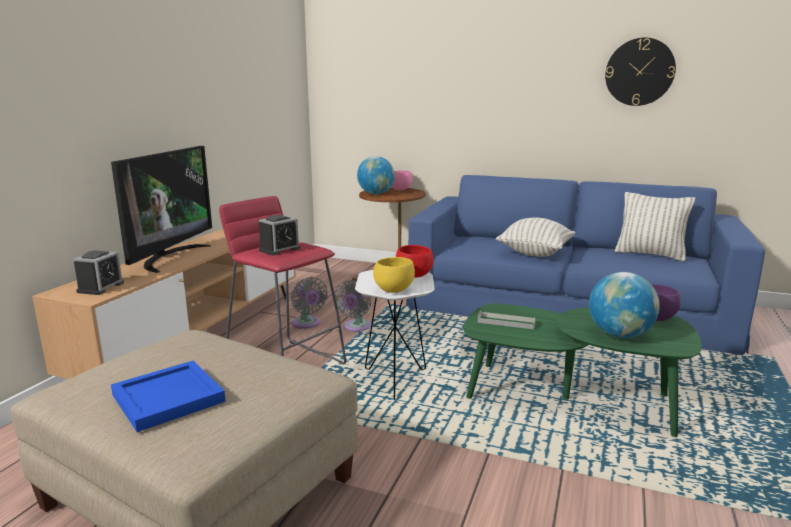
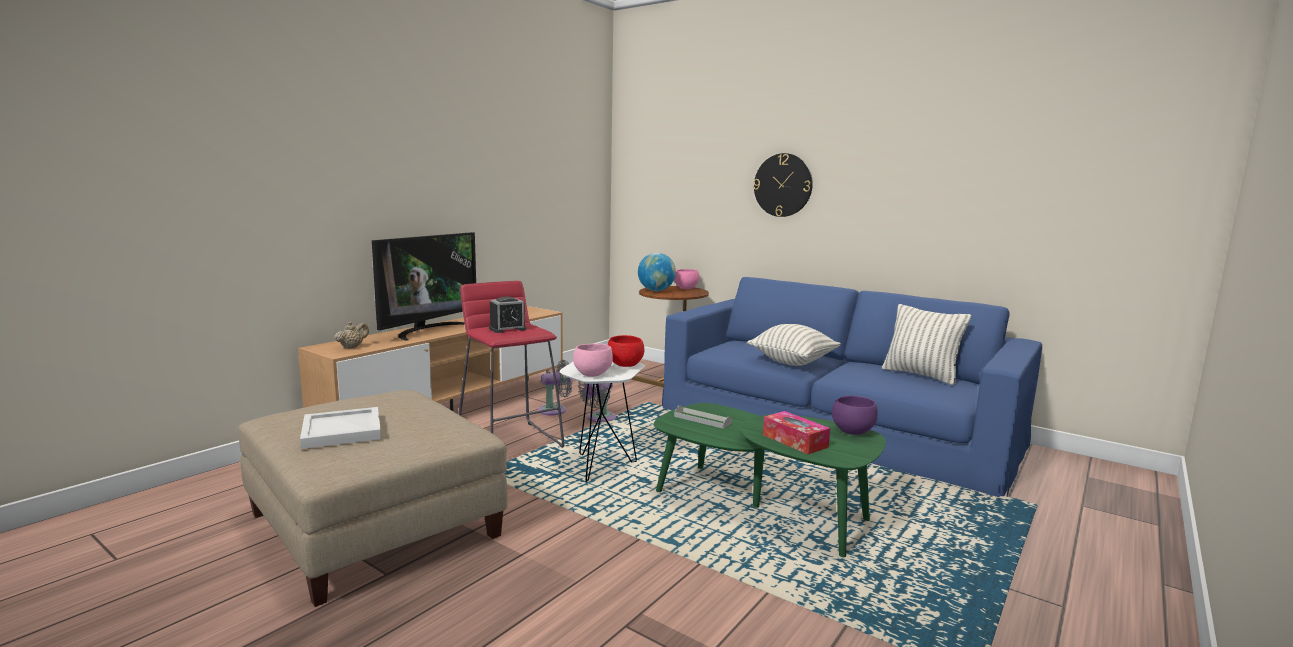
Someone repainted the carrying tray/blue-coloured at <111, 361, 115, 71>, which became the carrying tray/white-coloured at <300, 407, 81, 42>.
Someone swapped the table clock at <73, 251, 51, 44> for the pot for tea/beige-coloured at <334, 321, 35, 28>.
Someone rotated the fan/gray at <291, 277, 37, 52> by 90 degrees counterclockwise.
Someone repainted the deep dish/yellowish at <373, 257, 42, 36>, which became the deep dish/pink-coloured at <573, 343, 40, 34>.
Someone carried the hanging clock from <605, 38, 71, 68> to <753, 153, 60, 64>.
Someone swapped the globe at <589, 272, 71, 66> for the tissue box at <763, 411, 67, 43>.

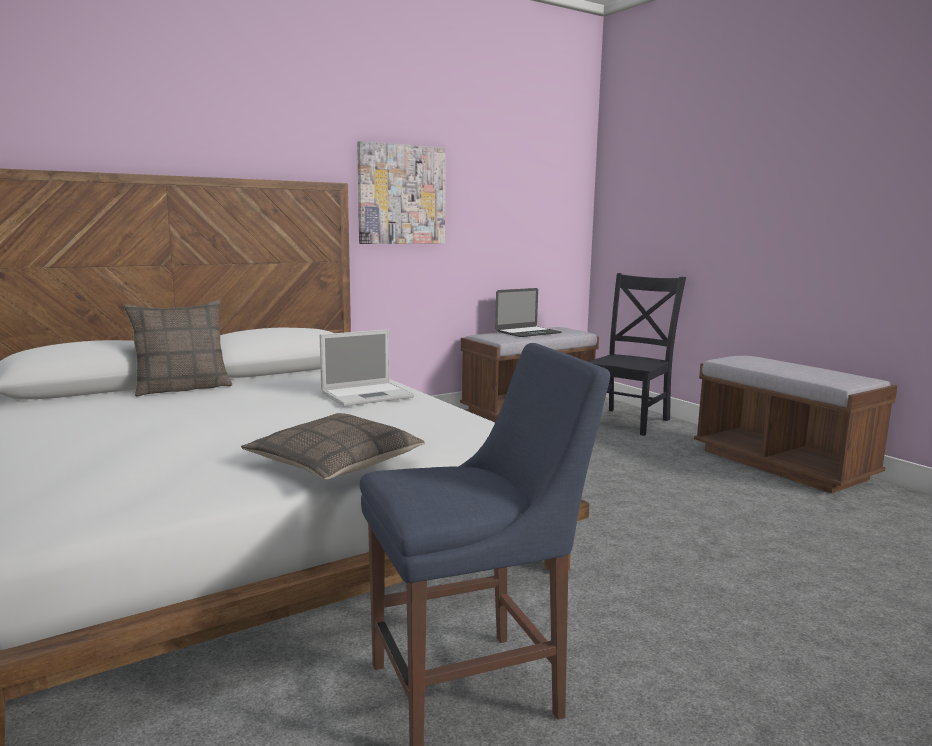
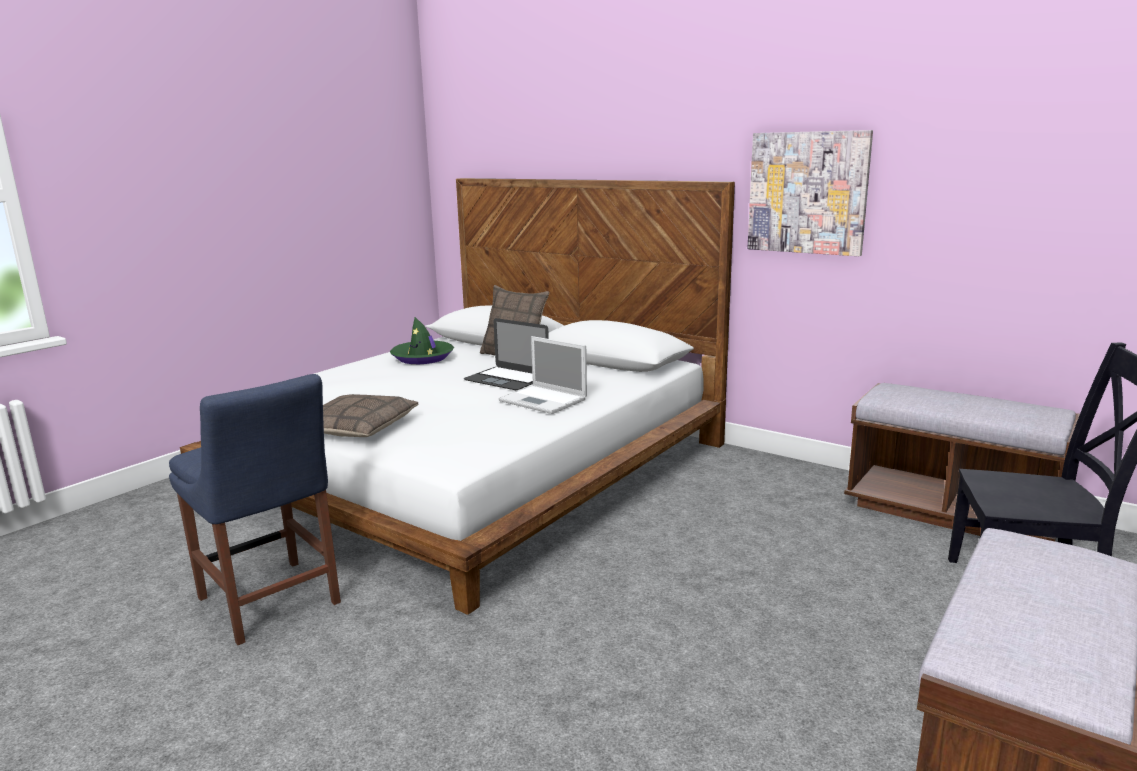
Someone put down the hat/greenish at <390, 317, 64, 47>.
Someone carried the laptop from <495, 288, 66, 49> to <464, 318, 85, 72>.

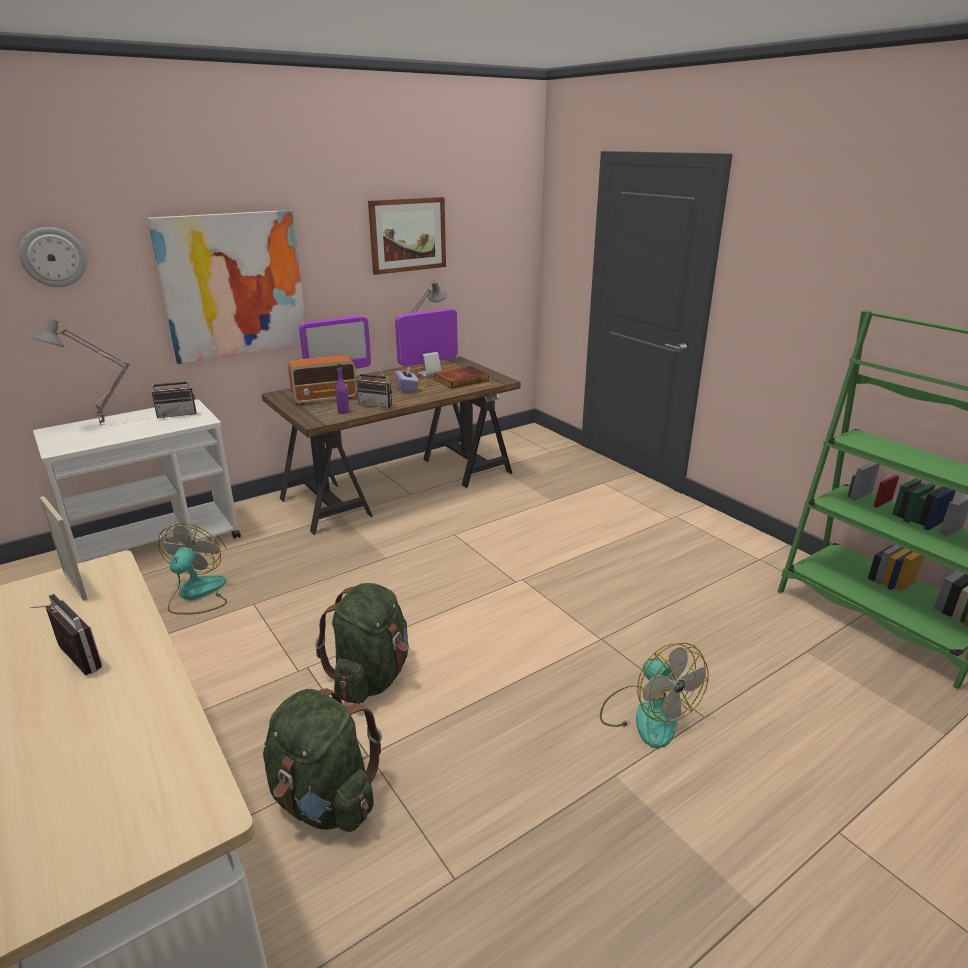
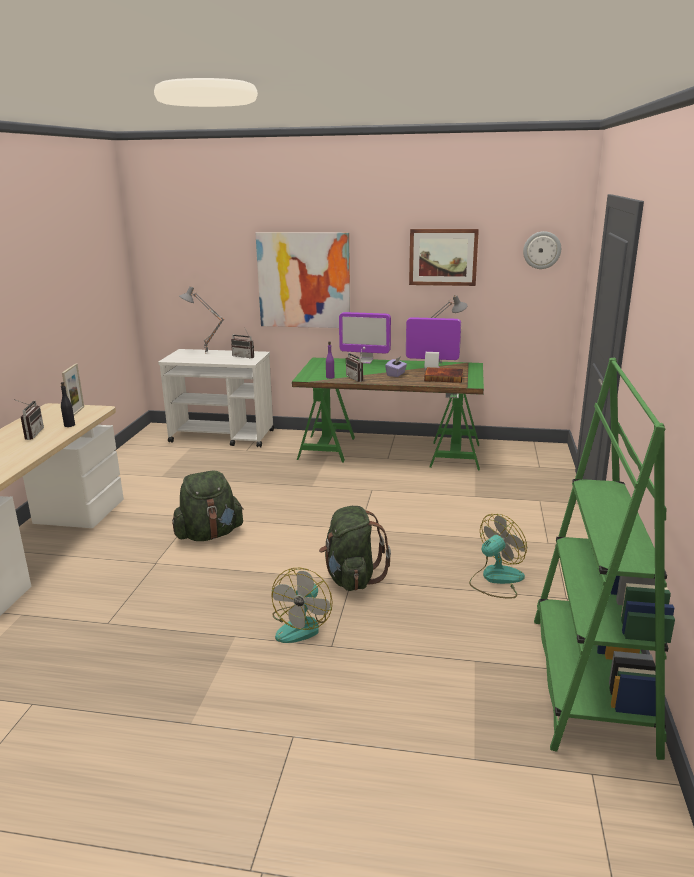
Someone put down the bottle/black-coloured at <61, 382, 14, 45>.
Someone repainted the desk/brown at <262, 356, 259, 179>, which became the desk/greenish at <292, 358, 192, 112>.
Someone carried the knapsack/greenish from <263, 689, 119, 143> to <319, 506, 72, 85>.
Someone carried the fan from <158, 523, 69, 92> to <469, 514, 58, 85>.
Someone carried the hanging clock from <19, 227, 68, 60> to <523, 231, 38, 38>.
Someone took away the radio set at <288, 355, 69, 50>.

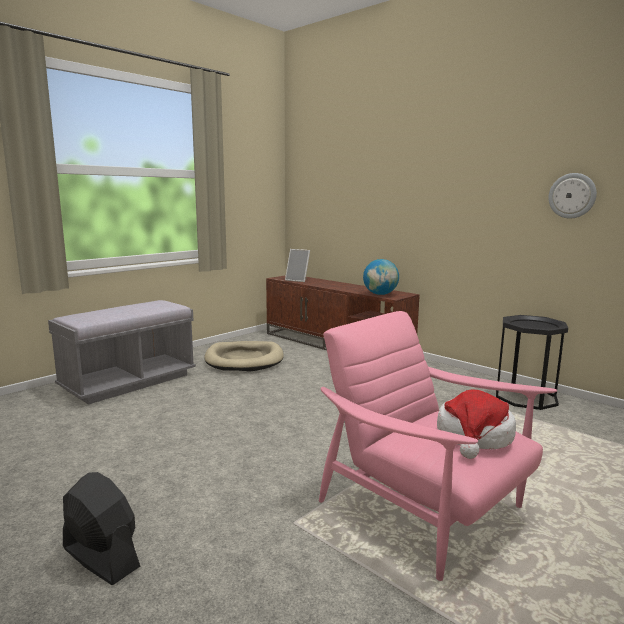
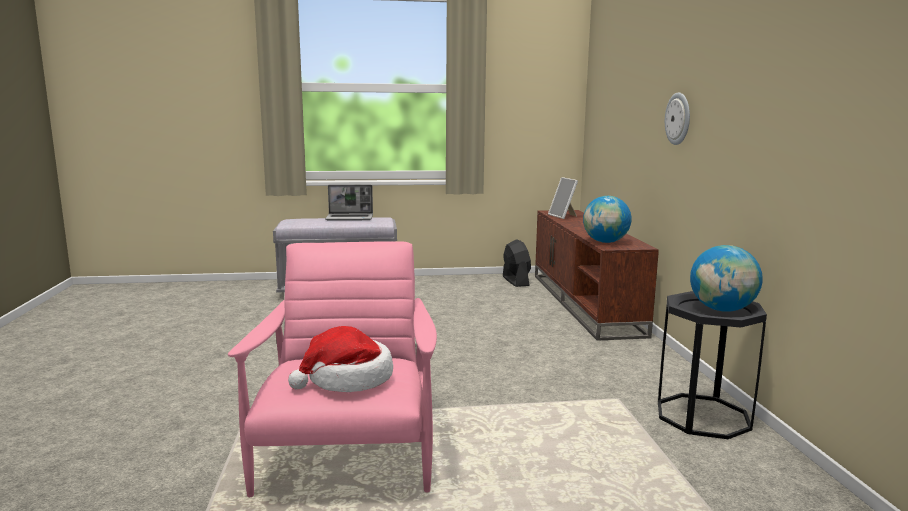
Someone put down the laptop at <325, 185, 48, 36>.
Someone carried the fan/black-coloured from <63, 472, 77, 113> to <503, 239, 28, 48>.
Someone carried the hanging clock from <548, 173, 49, 46> to <665, 92, 25, 53>.
Someone put down the globe at <690, 245, 73, 67>.
Someone took away the pet bed/beige-coloured at <204, 341, 80, 31>.

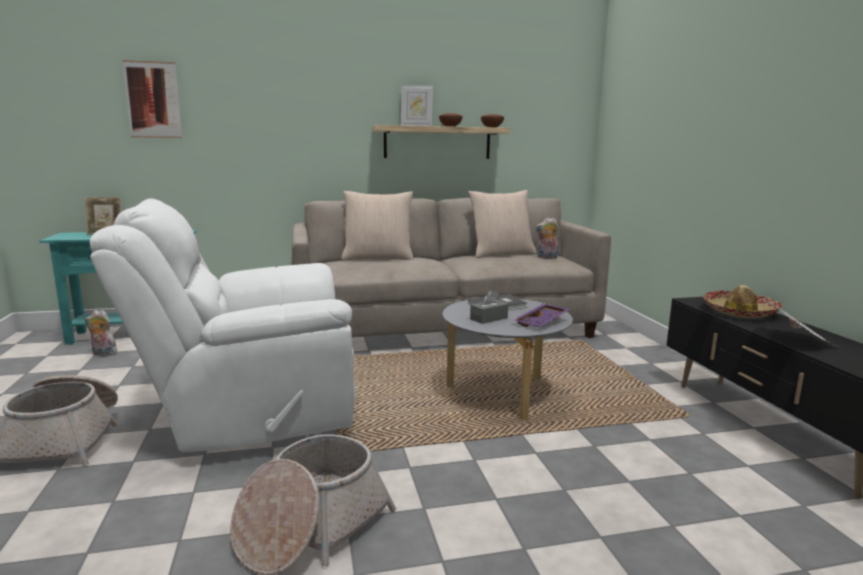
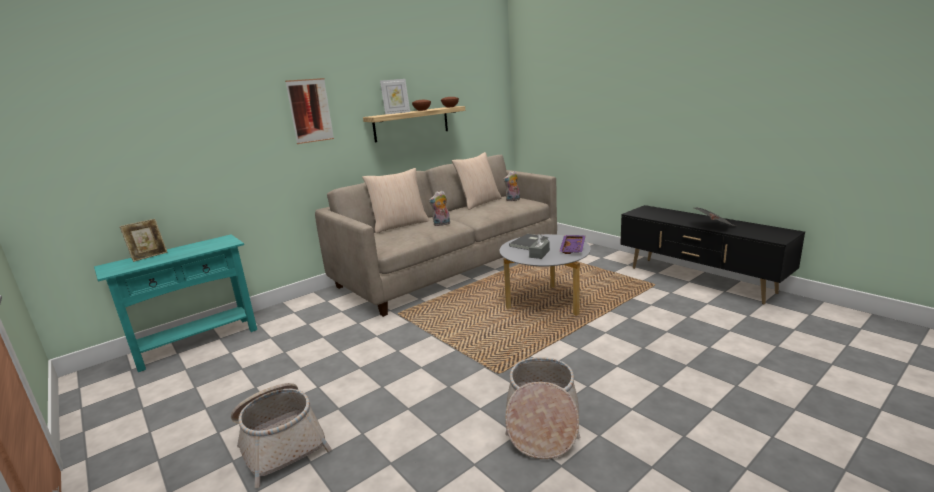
Someone carried the wall art from <122, 60, 60, 78> to <285, 78, 49, 66>.
Someone carried the cuddly toy from <85, 310, 32, 46> to <428, 191, 22, 35>.
Someone took away the lounge chair/white-coloured at <90, 198, 266, 254>.
Someone took away the hat at <703, 285, 80, 33>.

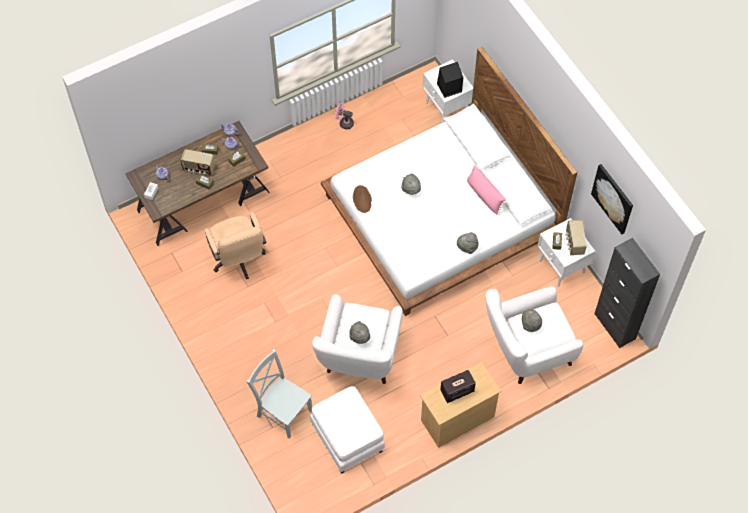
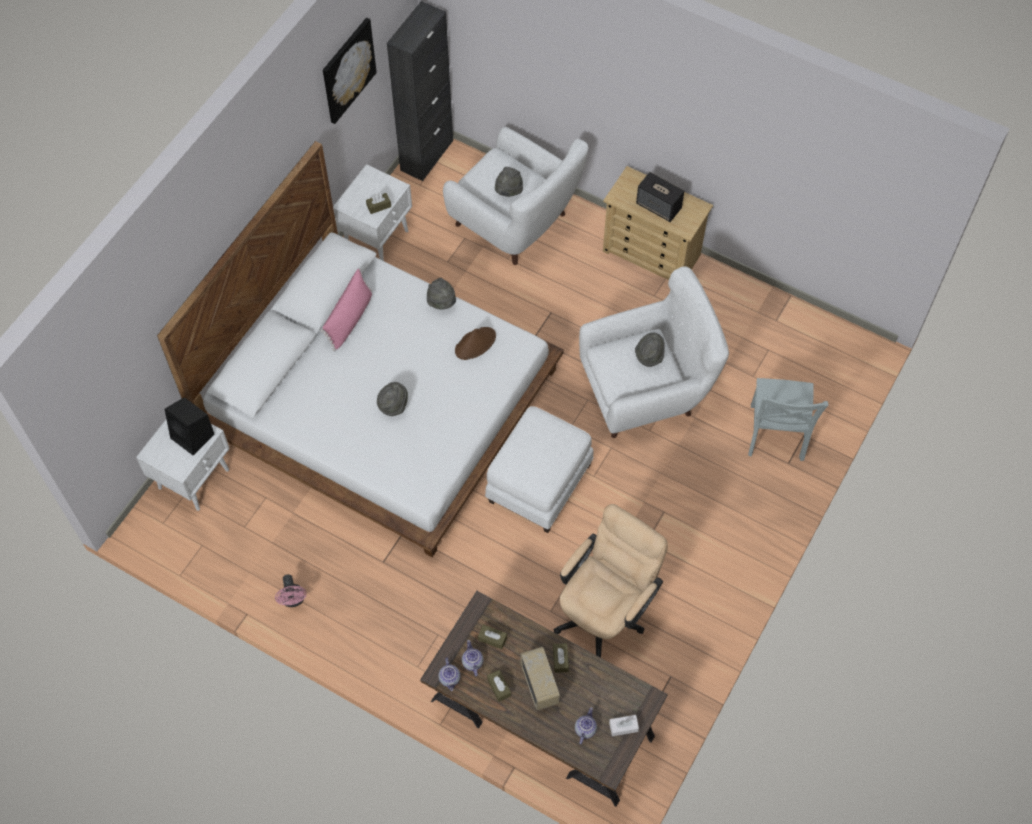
Someone carried the hat/brown from <353, 185, 19, 28> to <455, 327, 41, 33>.
Someone carried the footrest/white-coloured from <310, 386, 75, 88> to <485, 406, 109, 127>.
Someone took away the radio set at <565, 220, 22, 35>.

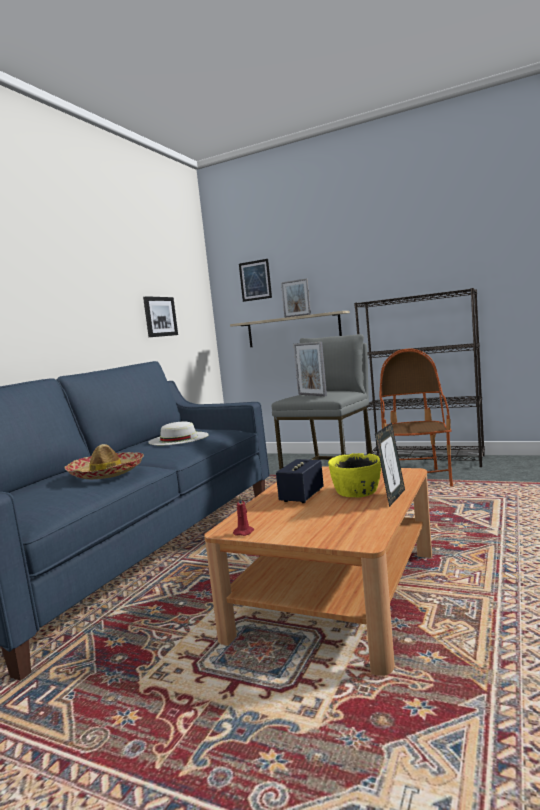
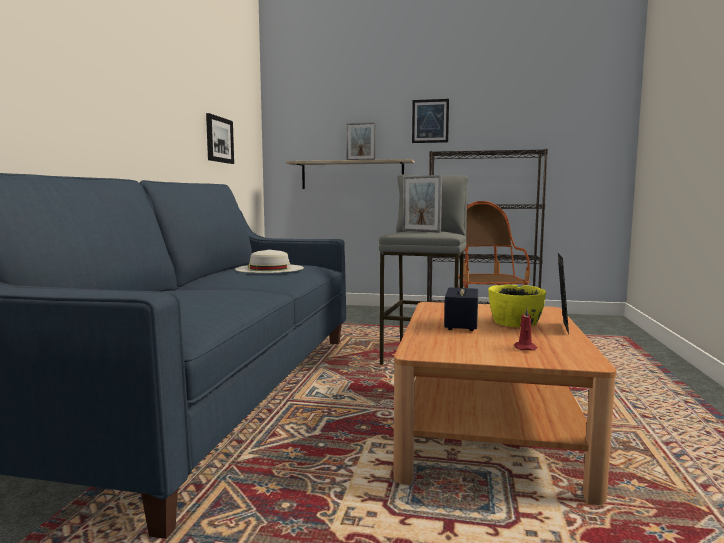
Someone carried the wall art from <239, 259, 33, 43> to <412, 99, 37, 44>.
Someone carried the candle/red from <233, 496, 21, 40> to <514, 307, 23, 44>.
Someone took away the hat at <65, 444, 79, 35>.

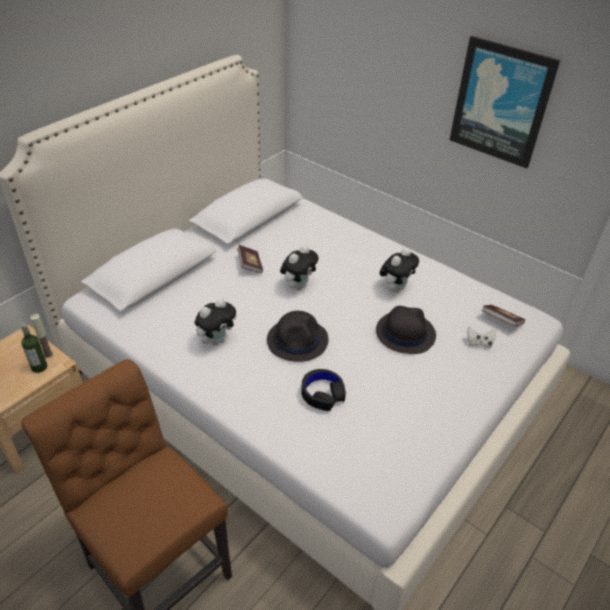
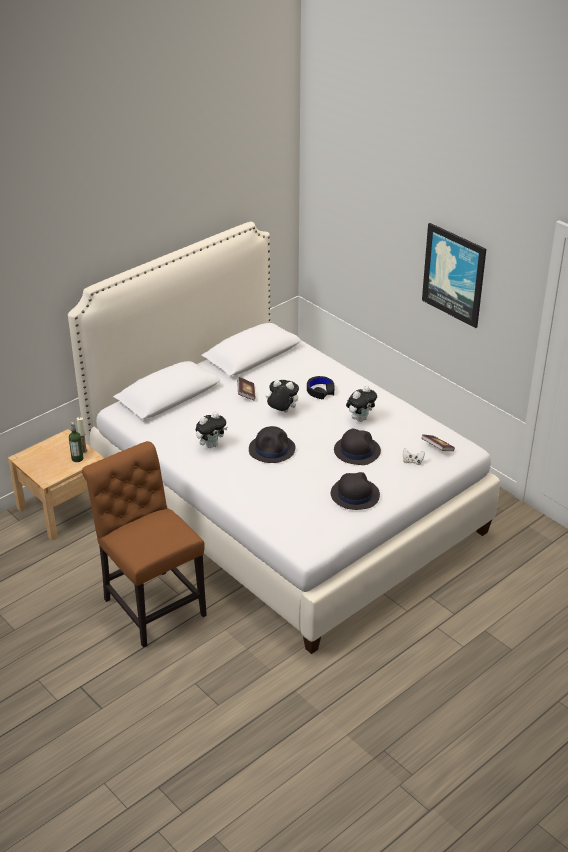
Someone rotated the cuddly toy at <280, 245, 39, 45> by 120 degrees counterclockwise.
Someone carried the headphones/black-coloured from <301, 369, 45, 42> to <307, 376, 28, 23>.
Someone put down the hat/black-coloured at <331, 472, 49, 38>.

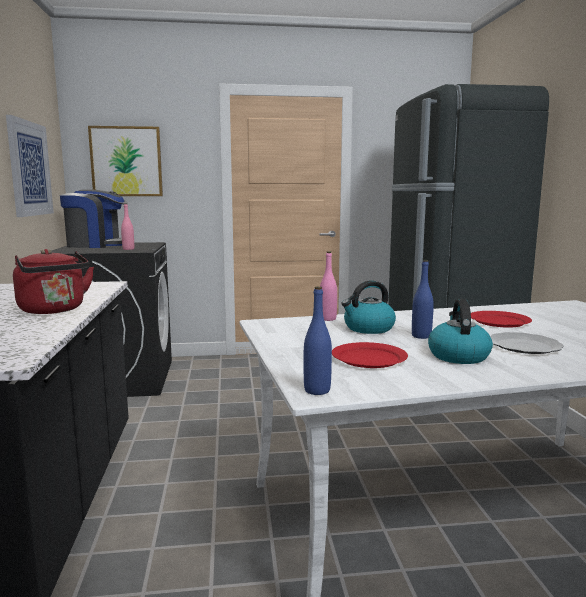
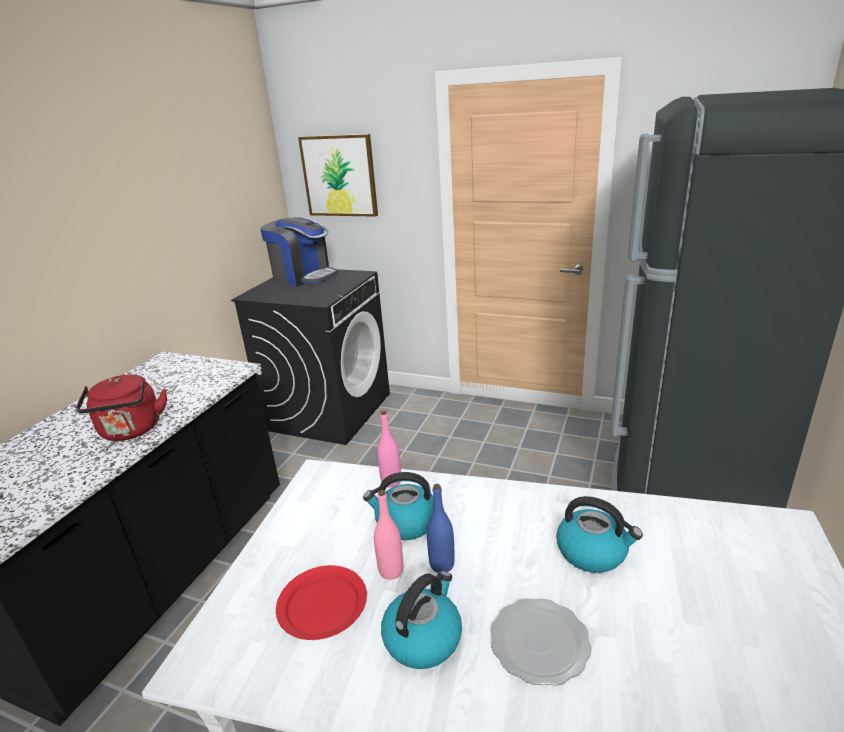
Someone carried the bottle/pink-coloured from <121, 203, 13, 47> to <374, 490, 29, 90>.
Someone swapped the flat dish/red at <471, 311, 61, 16> for the water kettle at <556, 496, 87, 77>.
Someone took away the wall art at <6, 115, 48, 102>.
Someone took away the bottle/blue-coloured at <304, 286, 28, 109>.

